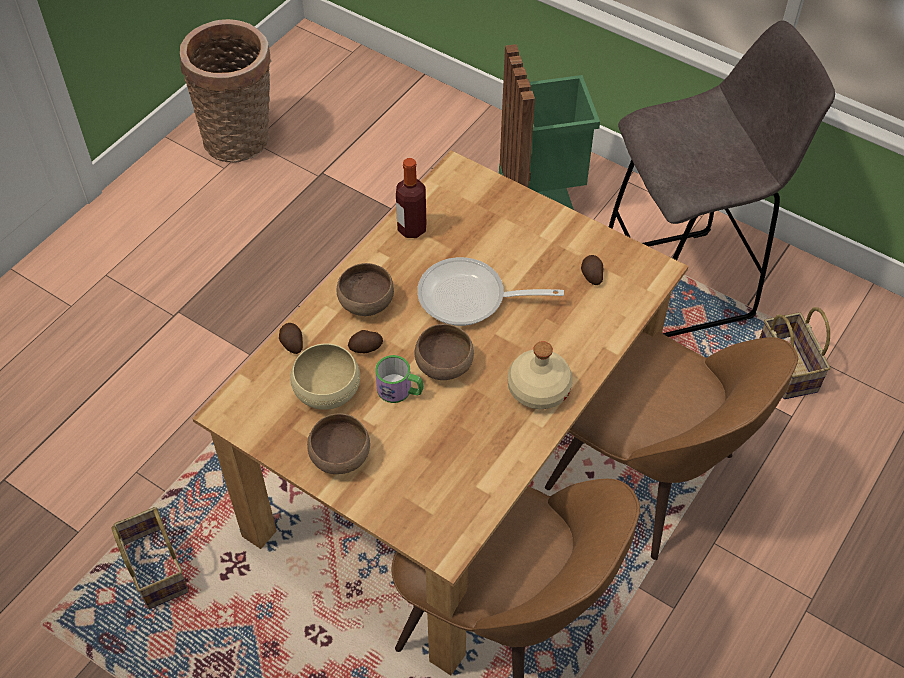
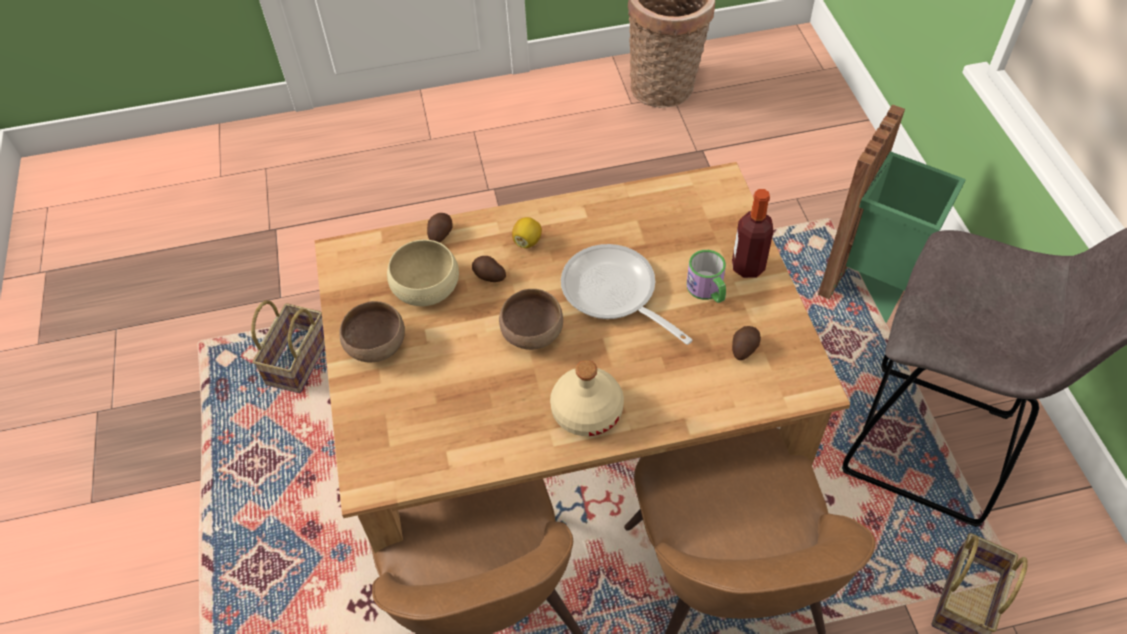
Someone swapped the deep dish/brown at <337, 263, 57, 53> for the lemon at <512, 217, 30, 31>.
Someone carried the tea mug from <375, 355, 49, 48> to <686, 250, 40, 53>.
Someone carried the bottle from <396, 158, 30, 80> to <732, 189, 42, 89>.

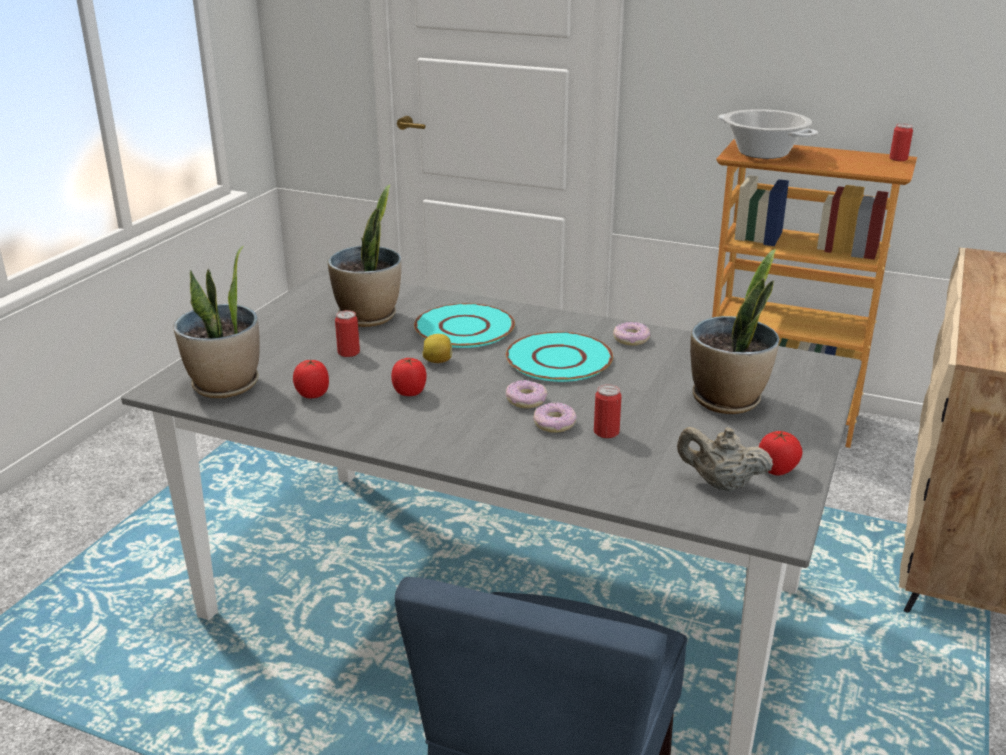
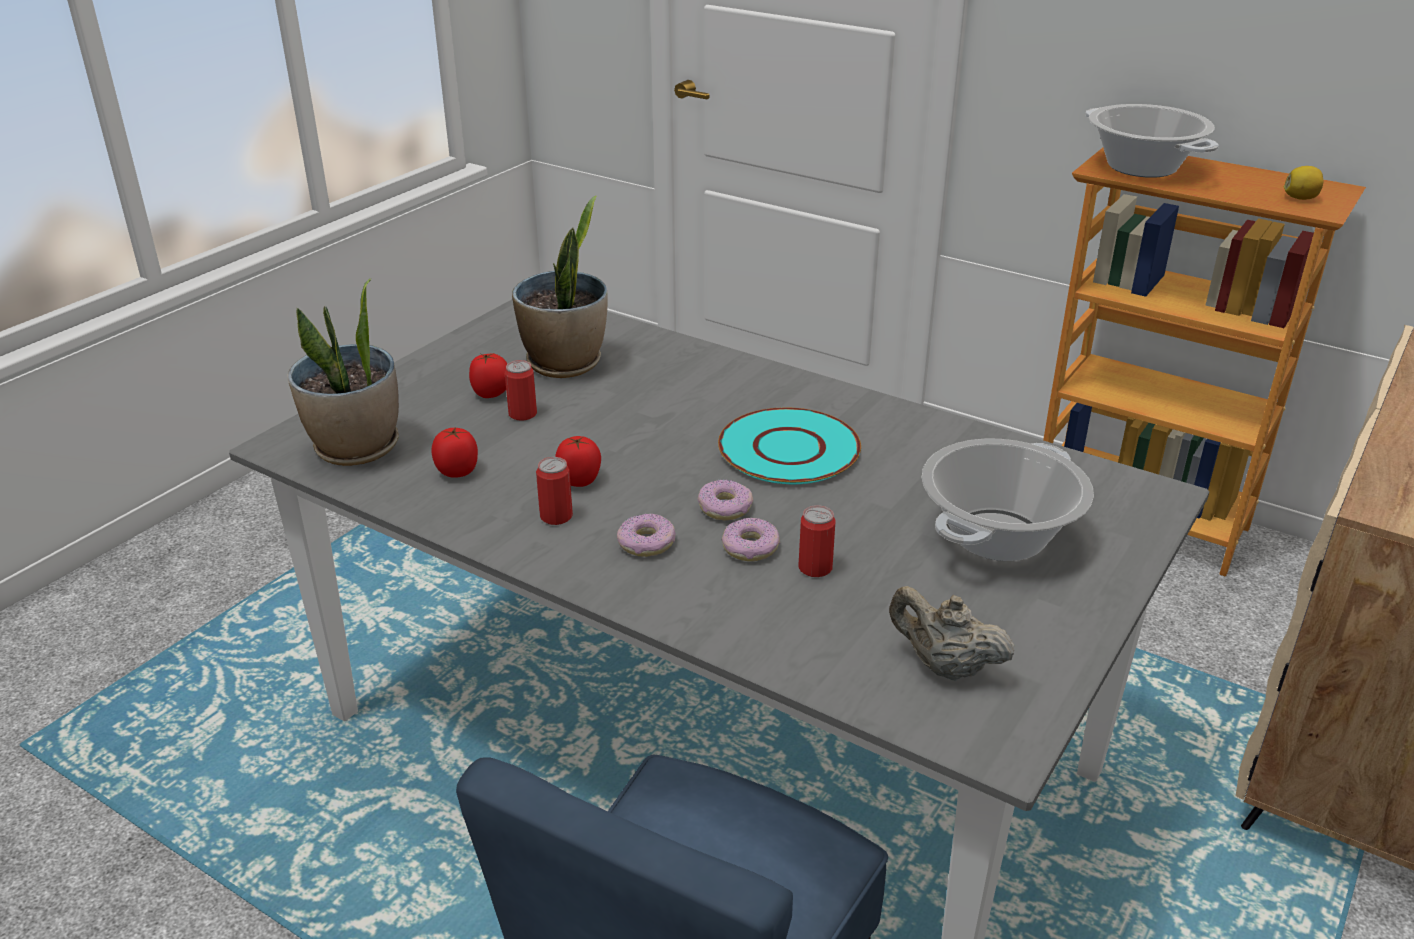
Someone carried the tomato from <759, 431, 44, 45> to <469, 353, 38, 45>.
Someone carried the sealed can from <889, 124, 24, 37> to <536, 457, 37, 68>.
Someone carried the ring doughnut from <613, 322, 38, 23> to <617, 513, 59, 44>.
Someone swapped the potted plant at <690, 249, 89, 165> for the saucepot at <922, 439, 172, 122>.
Someone carried the lemon from <423, 334, 29, 29> to <1284, 166, 39, 34>.
Someone took away the flat dish/turquoise-coloured at <414, 303, 101, 45>.

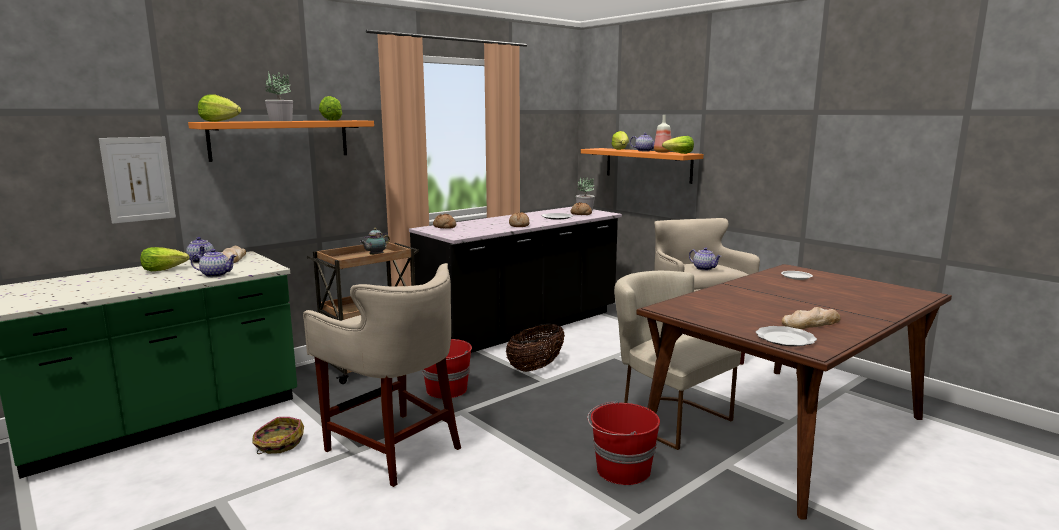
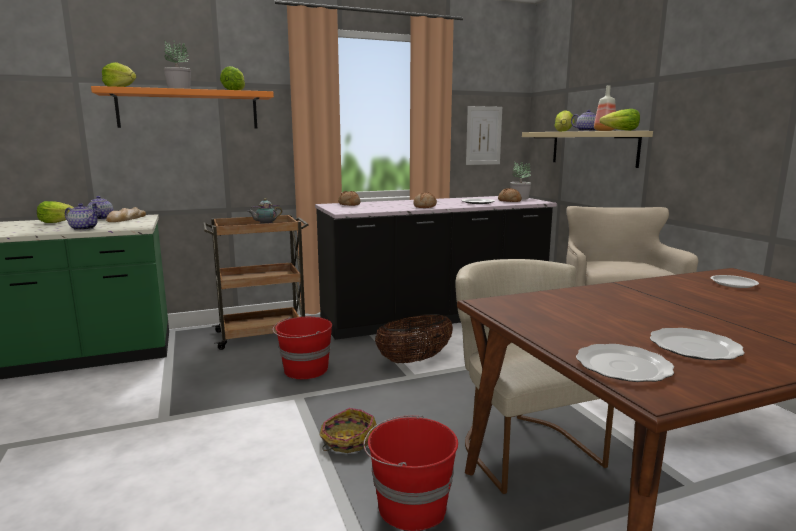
Someone carried the basket from <252, 417, 52, 37> to <320, 408, 57, 45>.
Someone carried the wall art from <99, 137, 77, 87> to <466, 106, 36, 59>.
Someone repainted the bracket shelf/orange-coloured at <581, 148, 123, 36>, which became the bracket shelf/beige-coloured at <522, 131, 131, 37>.
Someone swapped the bread at <782, 307, 59, 22> for the flat dish at <650, 328, 95, 32>.
Someone took away the stool seat/beige-coloured at <303, 263, 158, 224>.
Someone took away the pot for tea at <689, 248, 33, 23>.

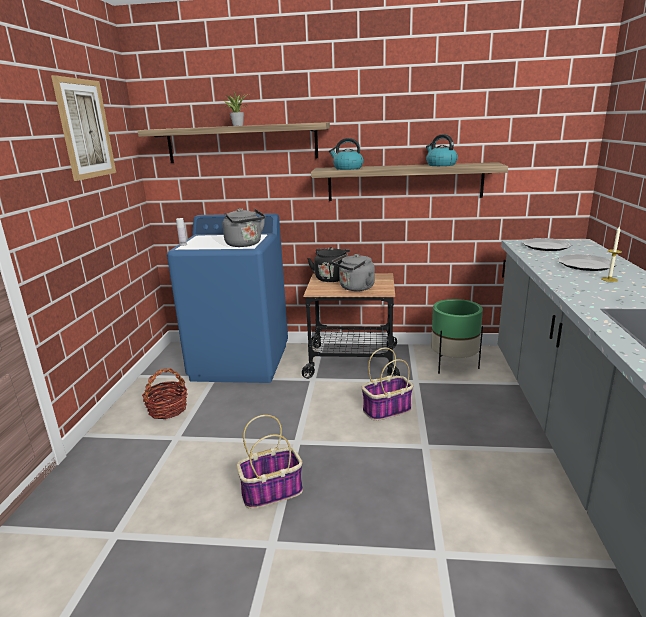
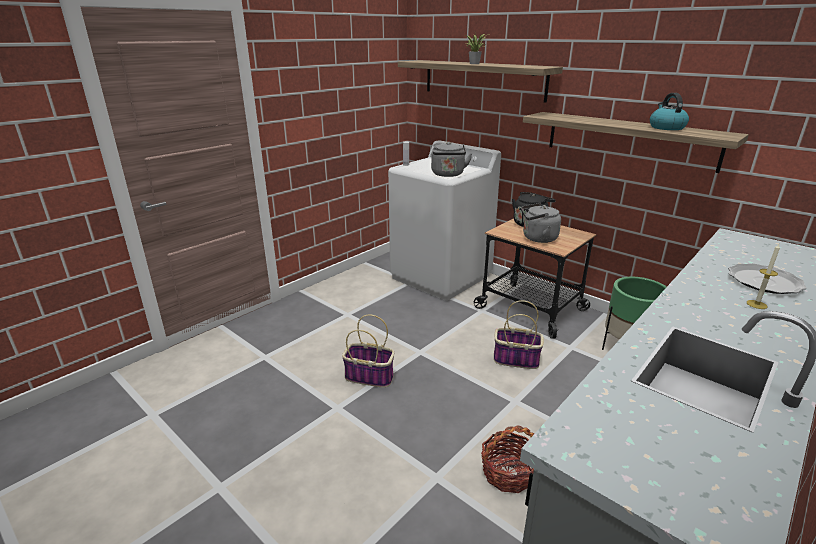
Someone repainted the washing machine/blue-coloured at <167, 213, 121, 170>, which became the washing machine/white-coloured at <388, 140, 113, 161>.
Someone carried the basket from <142, 368, 45, 51> to <481, 425, 53, 68>.
Someone took away the wall art at <51, 75, 65, 106>.
Someone took away the water kettle at <329, 138, 35, 32>.
Someone took away the flat dish at <522, 238, 50, 13>.

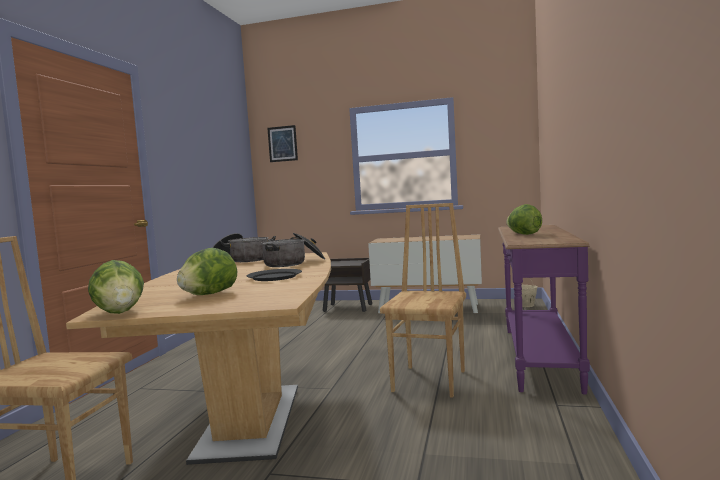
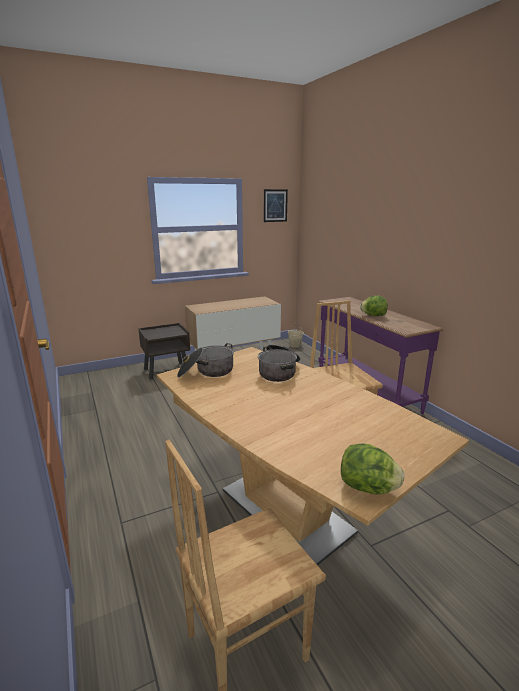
Someone carried the wall art from <267, 125, 31, 37> to <264, 189, 24, 33>.
Someone took away the head of lettuce at <177, 248, 60, 47>.
Someone took away the flat dish/black-coloured at <247, 269, 55, 12>.

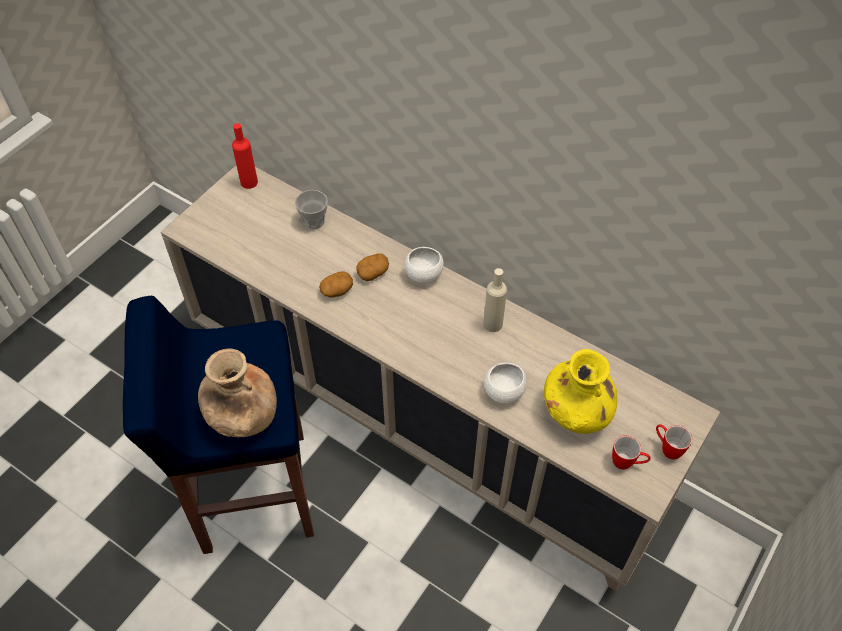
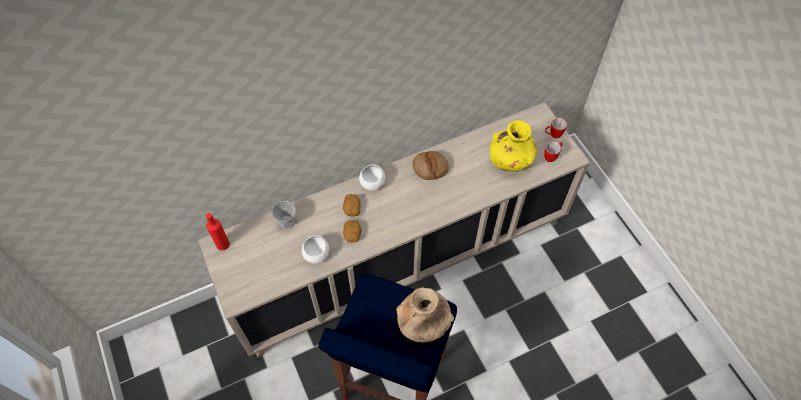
Someone carried the deep dish/white-coloured from <484, 363, 43, 41> to <302, 235, 27, 29>.
Someone swapped the bottle/beige-coloured at <483, 268, 24, 64> for the bread at <412, 151, 37, 29>.

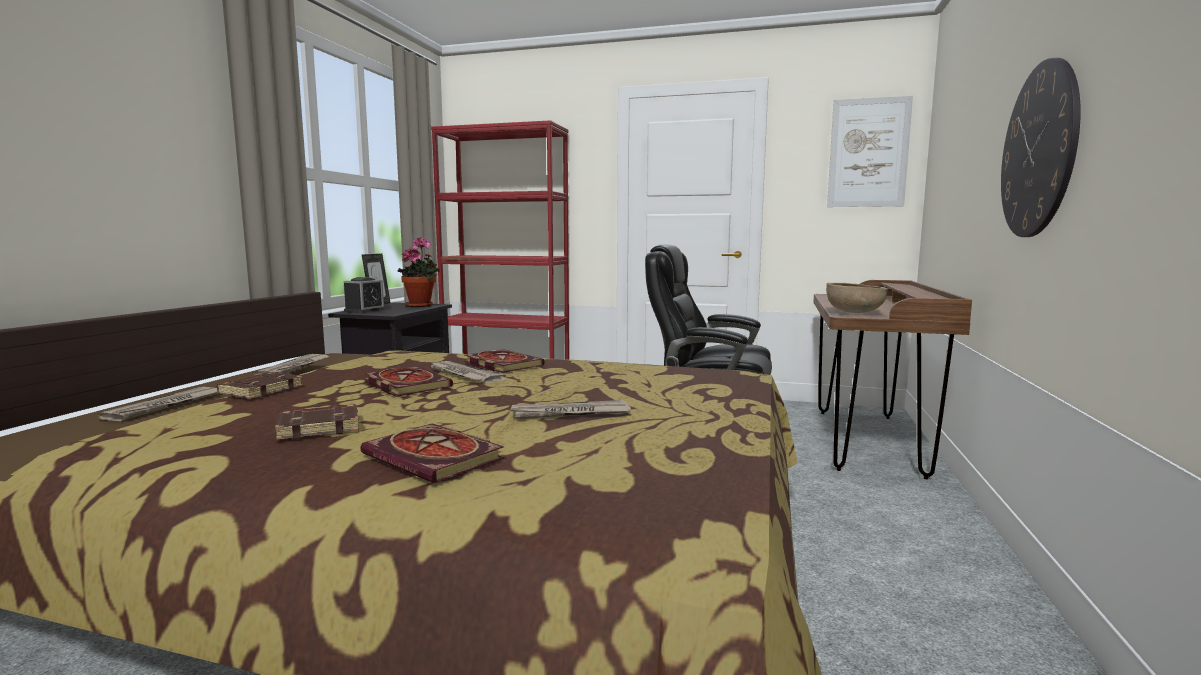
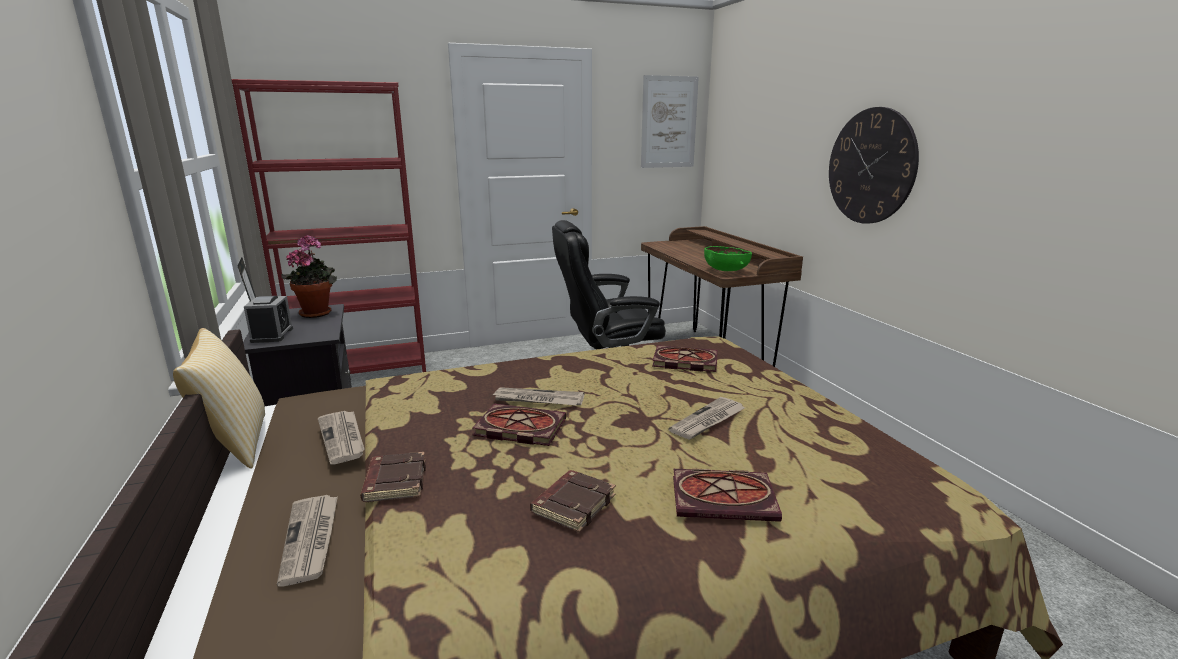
Someone put down the pillow at <173, 328, 92, 141>.
Someone carried the volume from <464, 349, 81, 24> to <652, 345, 66, 27>.
Someone repainted the deep dish/brown at <826, 283, 62, 30>, which became the deep dish/greenish at <704, 246, 48, 25>.

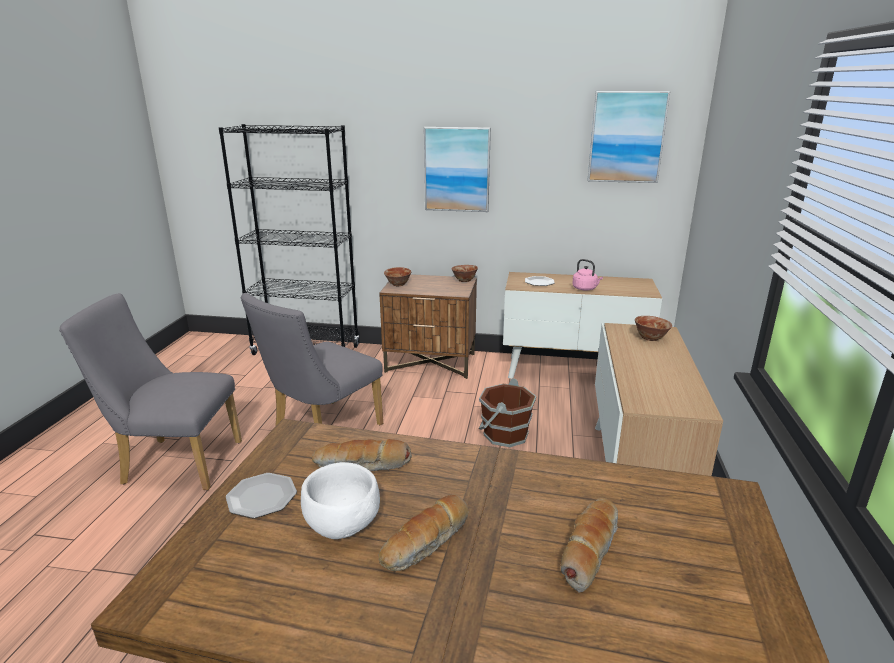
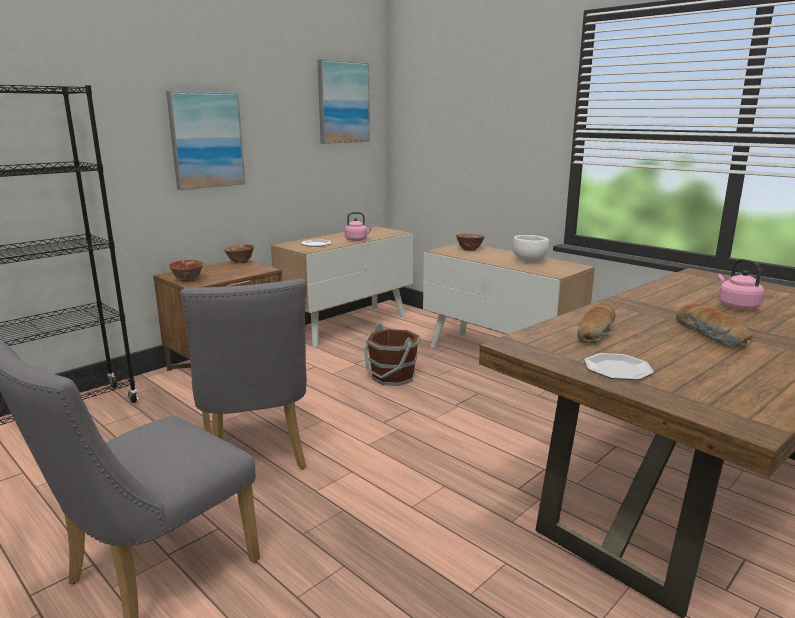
Someone carried the deep dish/white-coloured from <301, 462, 79, 77> to <513, 235, 36, 27>.
Someone swapped the bread at <560, 498, 58, 95> for the water kettle/pink-coloured at <718, 259, 47, 51>.

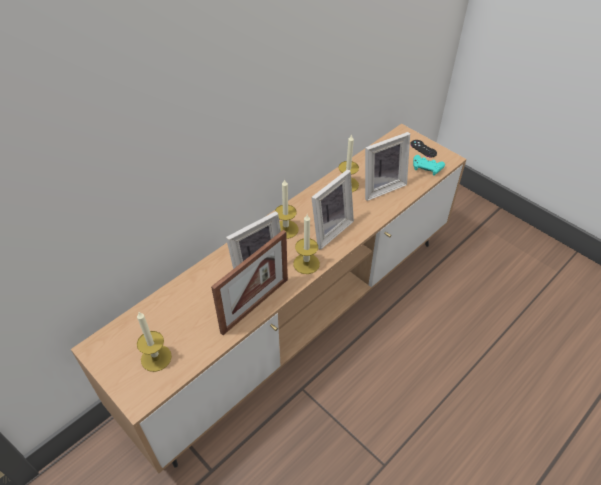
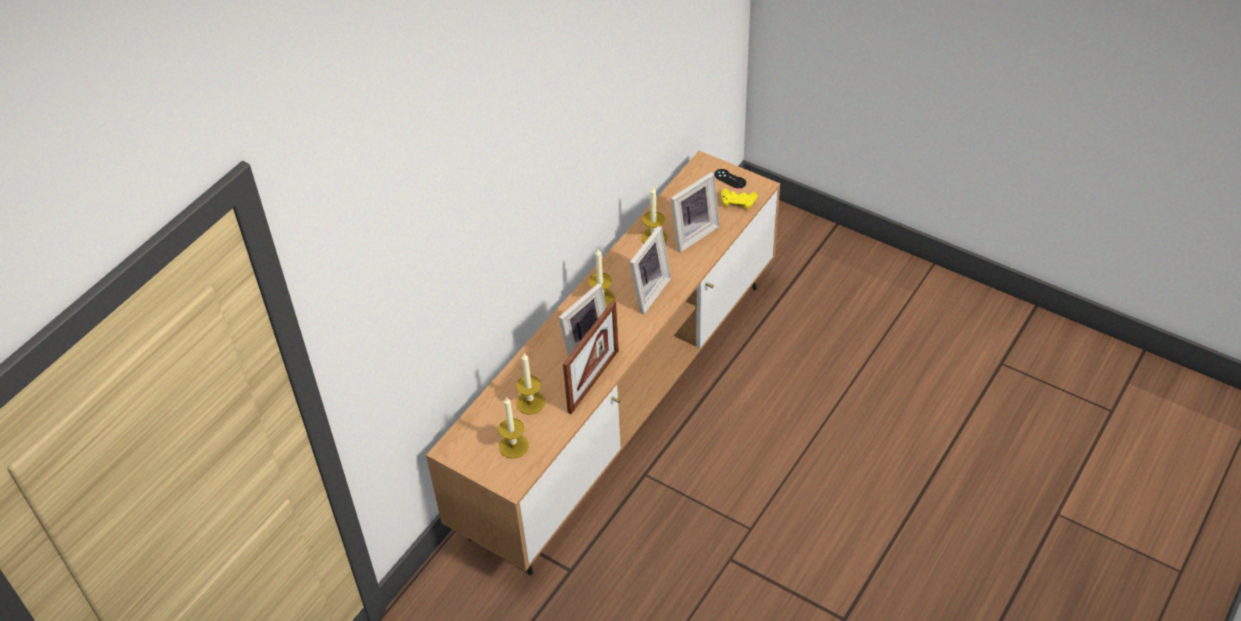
Someone carried the candle from <293, 214, 27, 60> to <516, 353, 29, 62>.
Someone repainted the game controller/turquoise-coloured at <413, 155, 32, 21>, which became the game controller/yellowish at <721, 189, 36, 21>.

